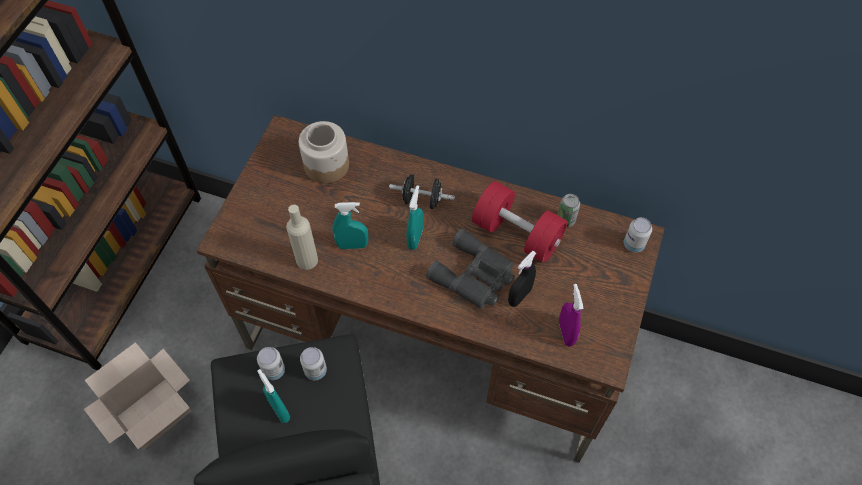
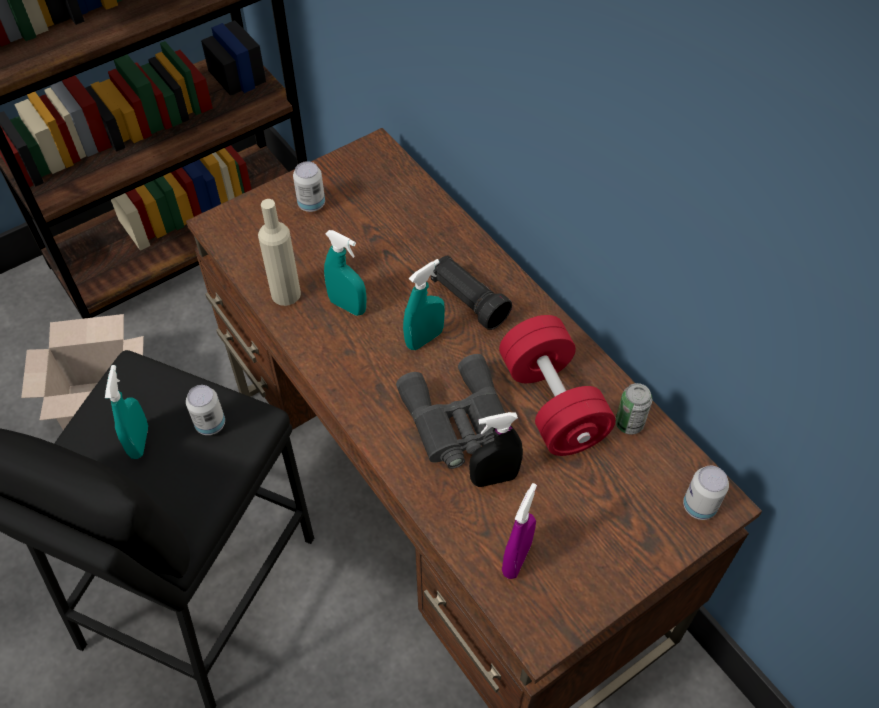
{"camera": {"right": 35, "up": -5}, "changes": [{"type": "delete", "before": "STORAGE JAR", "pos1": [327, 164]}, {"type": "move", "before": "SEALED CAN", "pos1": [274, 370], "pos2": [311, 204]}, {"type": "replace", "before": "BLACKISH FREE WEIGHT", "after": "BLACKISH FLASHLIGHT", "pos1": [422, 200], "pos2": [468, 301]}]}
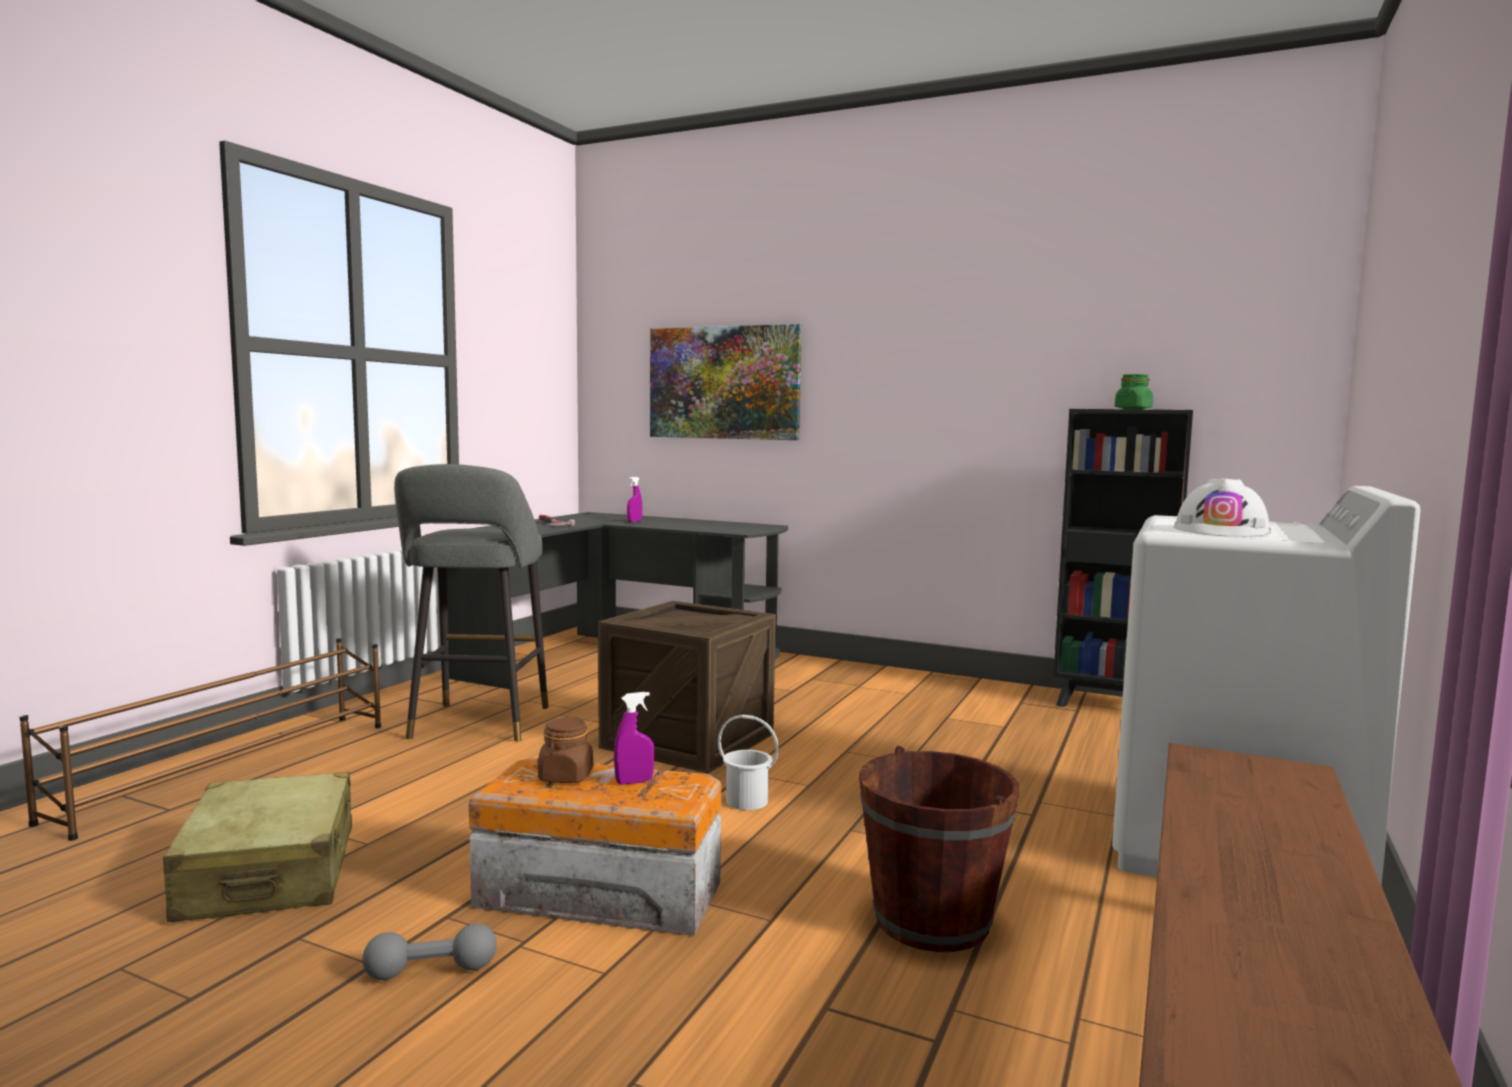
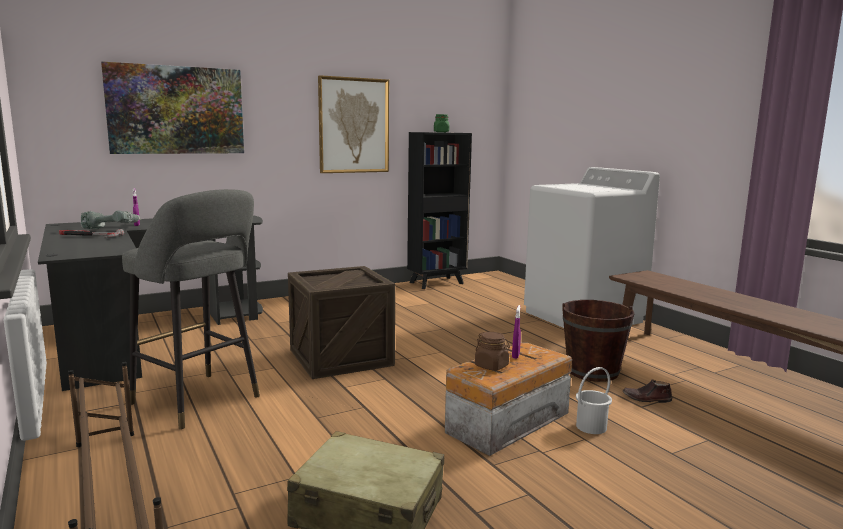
{"camera": {"right": -55, "up": 5}, "changes": [{"type": "delete", "before": "GREYISH FREE WEIGHT", "pos1": [431, 971]}, {"type": "delete", "before": "WHITE HARD HAT", "pos1": [1221, 531]}, {"type": "insert", "after": "DRILL", "pos2": [112, 230]}, {"type": "insert", "after": "WALL ART", "pos2": [353, 125]}, {"type": "insert", "after": "BROWNISH ITEM OF FOOTWEAR", "pos2": [646, 399]}, {"type": "move", "before": "WHITE BUCKET", "pos1": [746, 801], "pos2": [590, 426]}]}
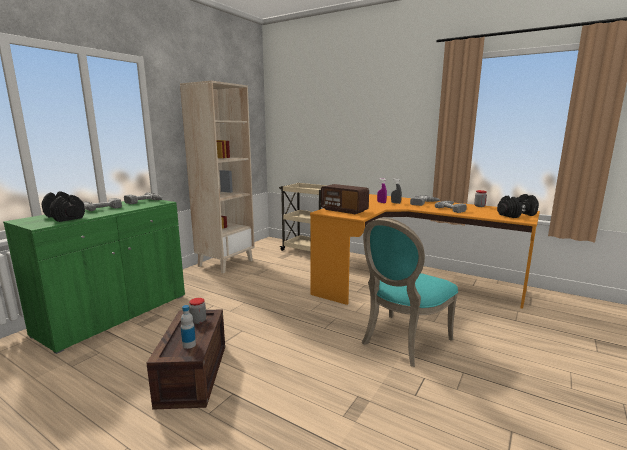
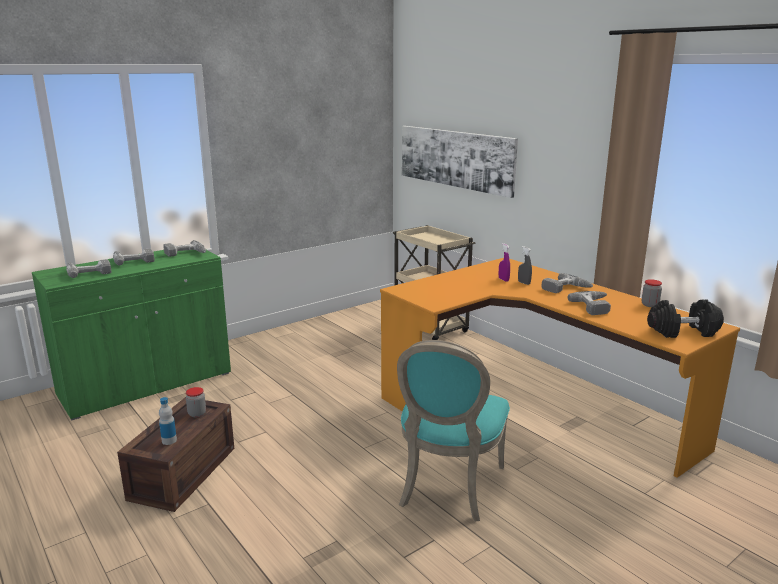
{"camera": {"right": 20, "up": 5}, "changes": [{"type": "delete", "before": "BEIGE BOOKSHELF", "pos1": [225, 263]}, {"type": "delete", "before": "RADIO RECEIVER", "pos1": [344, 210]}, {"type": "insert", "after": "WALL ART", "pos2": [455, 158]}, {"type": "replace", "before": "BLACKISH FREE WEIGHT", "after": "DRILL", "pos1": [65, 217], "pos2": [88, 272]}, {"type": "rotate", "before": "BLUE-GREEN PLAIN CHAIR", "pos1": [402, 341], "pos2": [447, 487], "turn": -45}]}
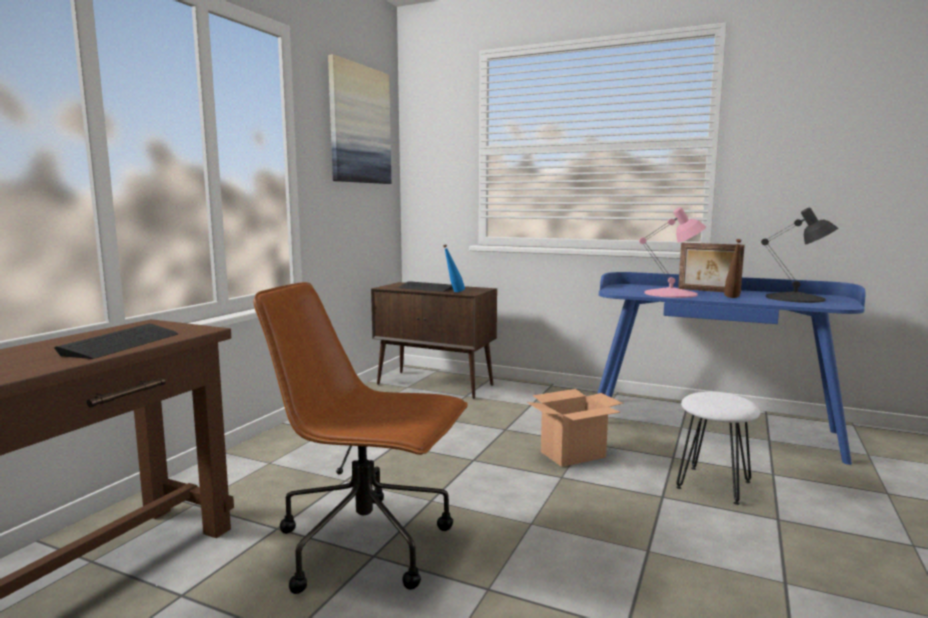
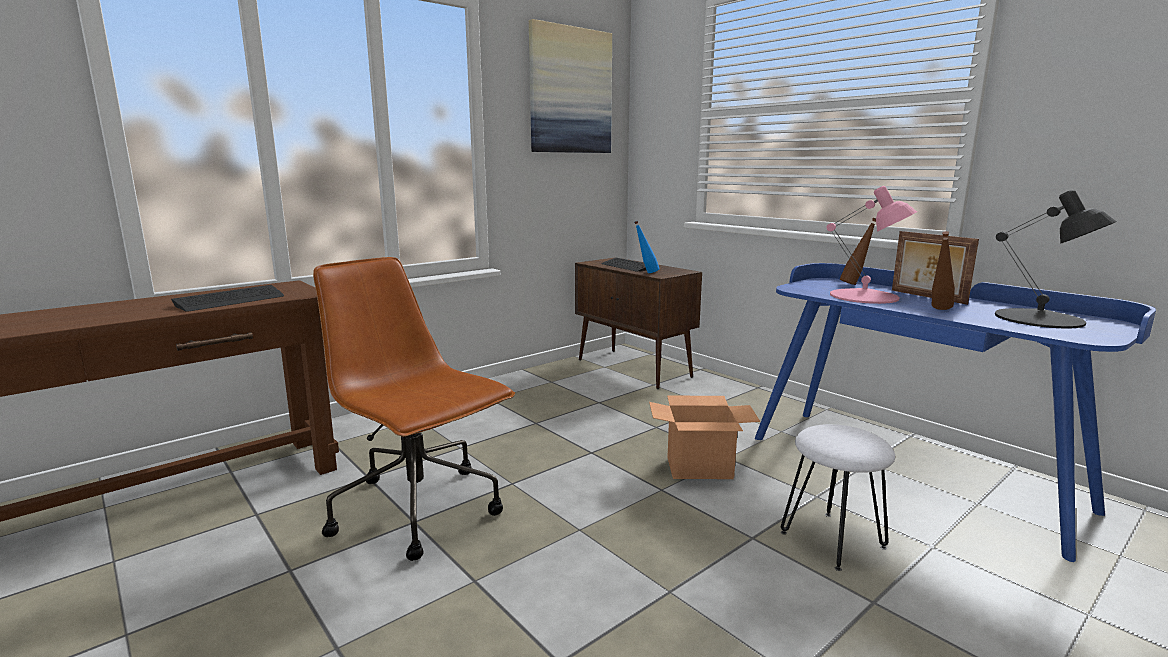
{"camera": {"right": 25, "up": 5}, "changes": [{"type": "insert", "after": "BROWNISH DRINK BOTTLE", "pos2": [855, 284]}]}
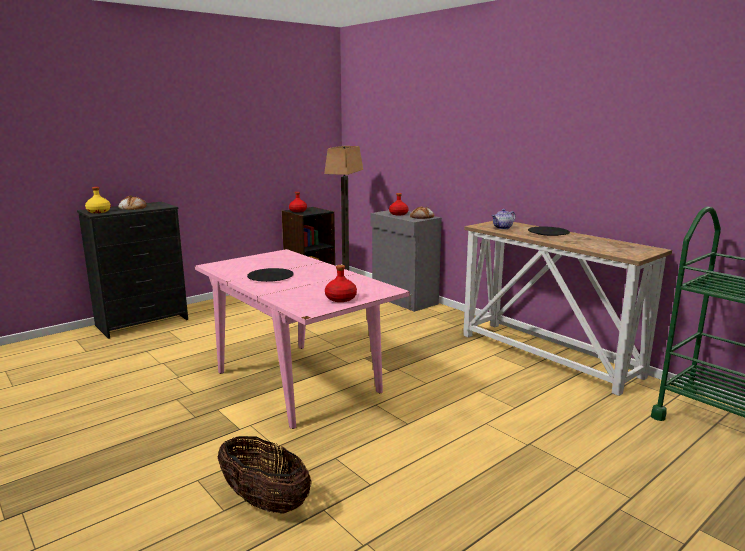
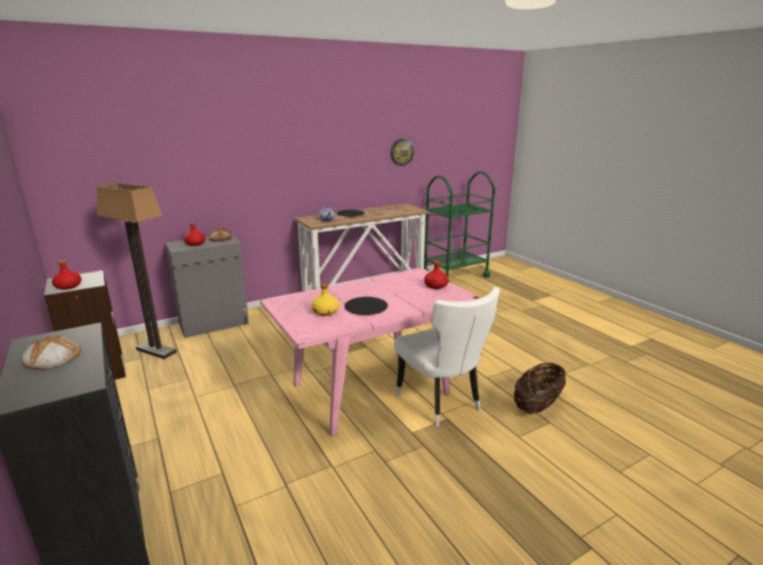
{"camera": {"right": -80, "up": 5}, "changes": [{"type": "insert", "after": "HANGING CLOCK", "pos2": [401, 152]}, {"type": "insert", "after": "WHITE PLAIN CHAIR", "pos2": [442, 402]}, {"type": "move", "before": "YELLOW-COLOURED DRINK BOTTLE", "pos1": [98, 211], "pos2": [325, 312]}]}
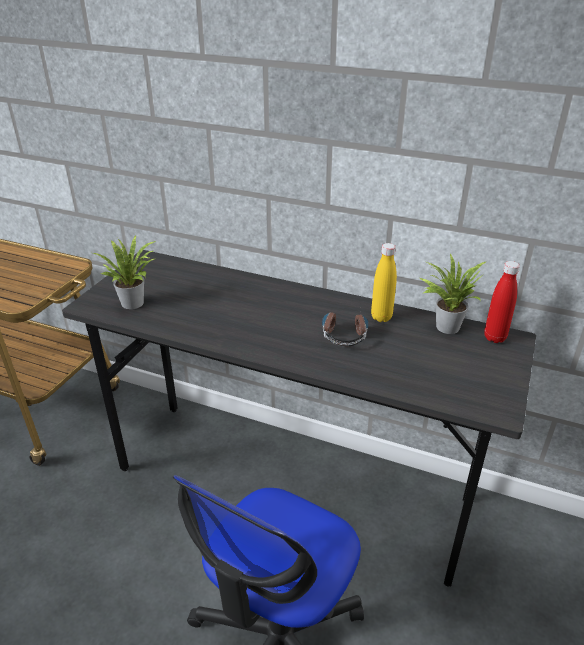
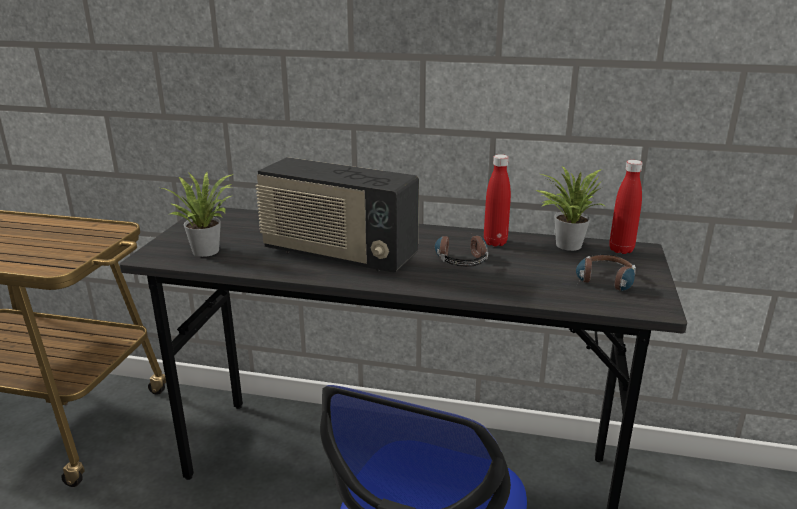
{"camera": {"right": -10, "up": -10}, "changes": [{"type": "insert", "after": "RADIO RECEIVER", "pos2": [338, 255]}, {"type": "insert", "after": "HEADPHONES", "pos2": [603, 283]}, {"type": "recolor", "before": "YELLOW-COLOURED DRINK BOTTLE", "after": "RED-COLOURED DRINK BOTTLE", "pos1": [381, 317], "pos2": [495, 242]}]}
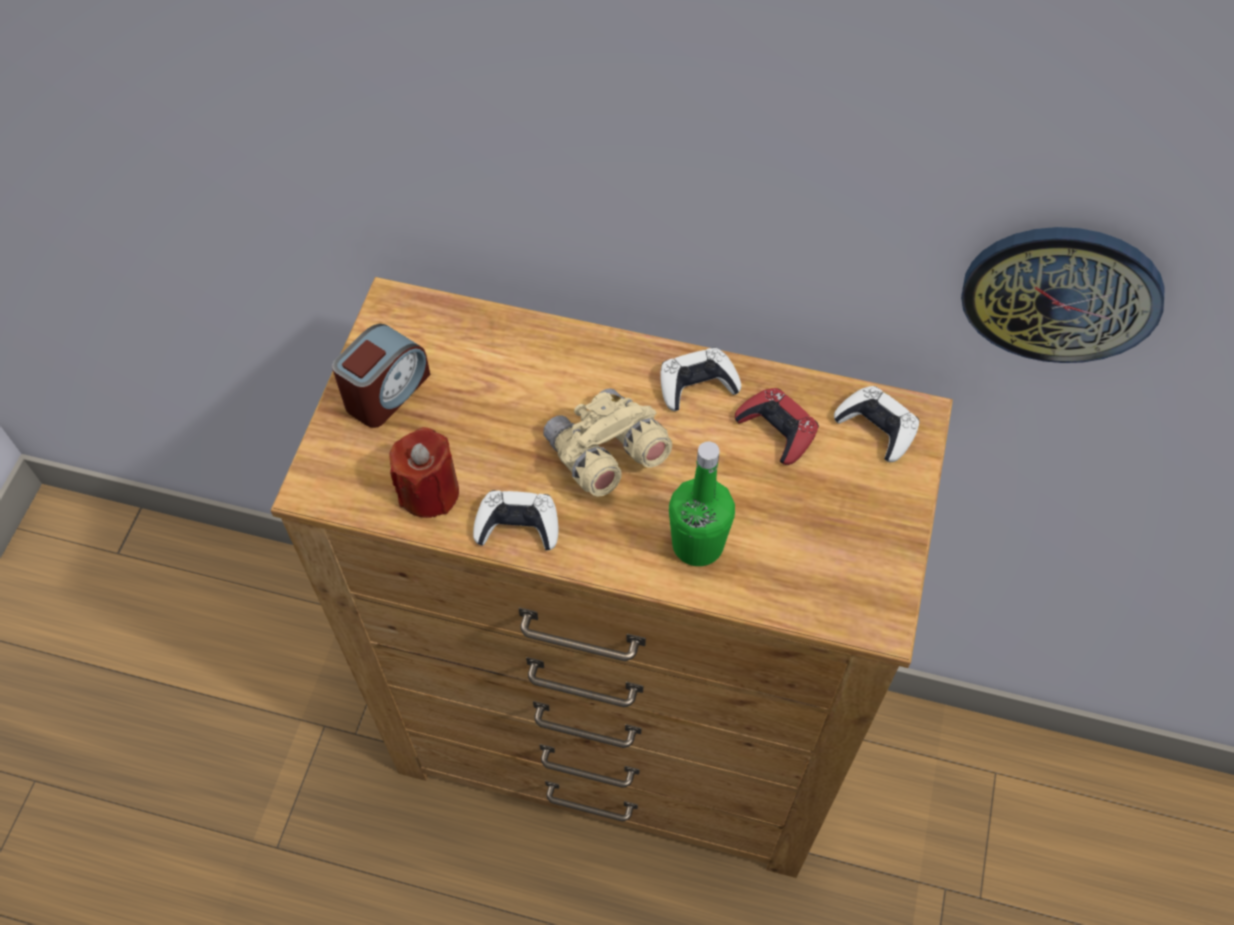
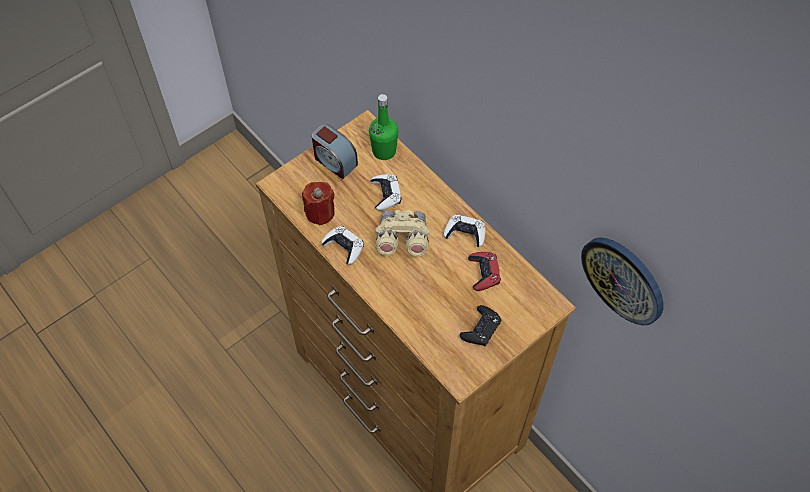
{"camera": {"right": 35, "up": 0}, "changes": [{"type": "insert", "after": "BLACKISH GAME CONTROLLER", "pos2": [480, 328]}, {"type": "move", "before": "GREEN DRINK BOTTLE", "pos1": [697, 544], "pos2": [384, 151]}, {"type": "move", "before": "WHITE GAME CONTROLLER", "pos1": [877, 427], "pos2": [386, 194]}, {"type": "rotate", "before": "TABLE CLOCK", "pos1": [386, 392], "pos2": [334, 161], "turn": 60}]}
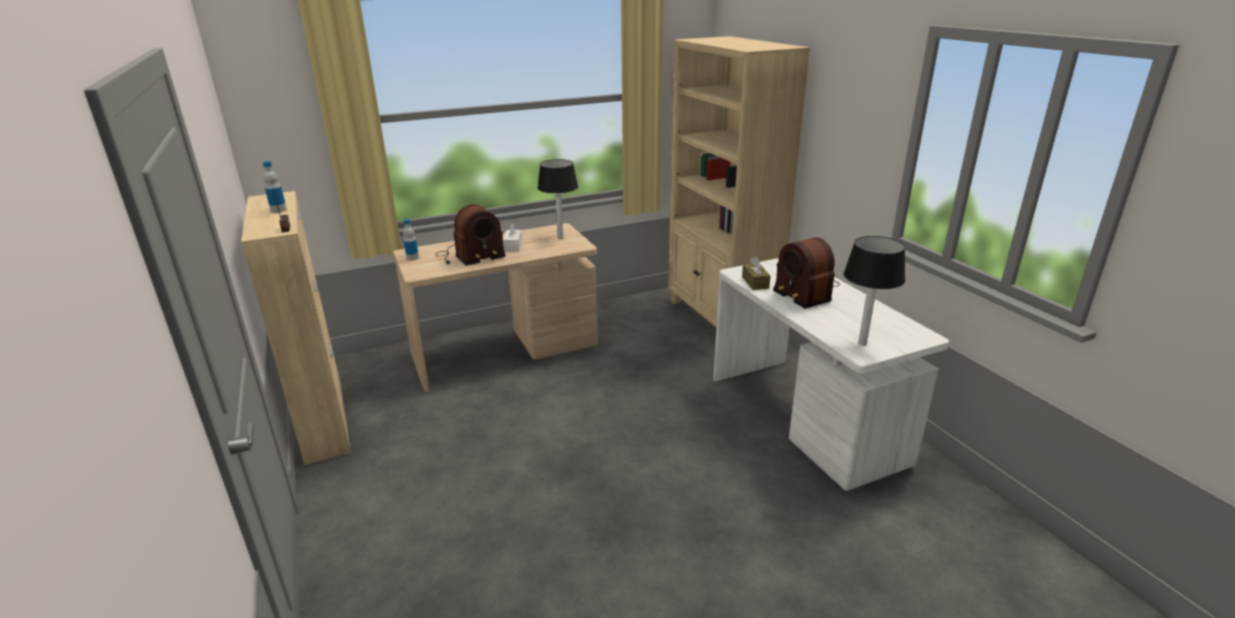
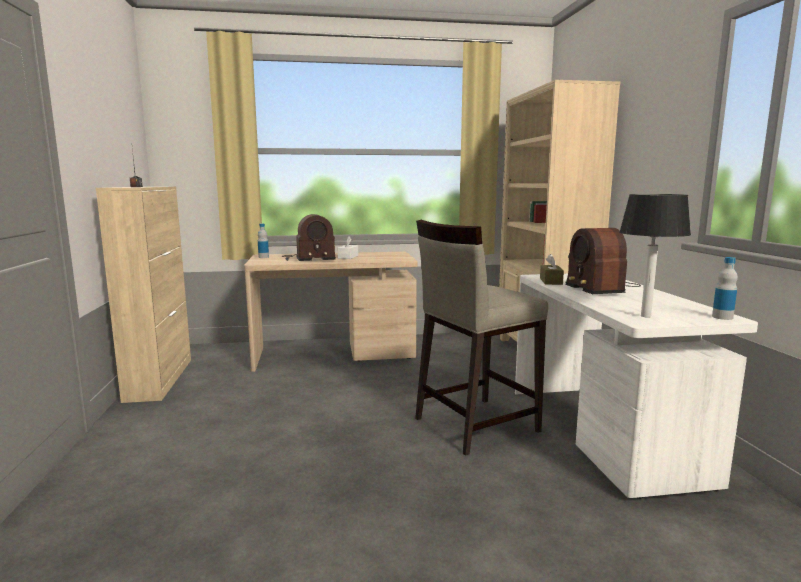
{"camera": {"right": 15, "up": -15}, "changes": [{"type": "delete", "before": "LAMP FOR A TABLE", "pos1": [560, 238]}, {"type": "insert", "after": "BEIGE STOOL SEAT", "pos2": [474, 424]}, {"type": "move", "before": "DRINK BOTTLE", "pos1": [278, 210], "pos2": [722, 317]}]}
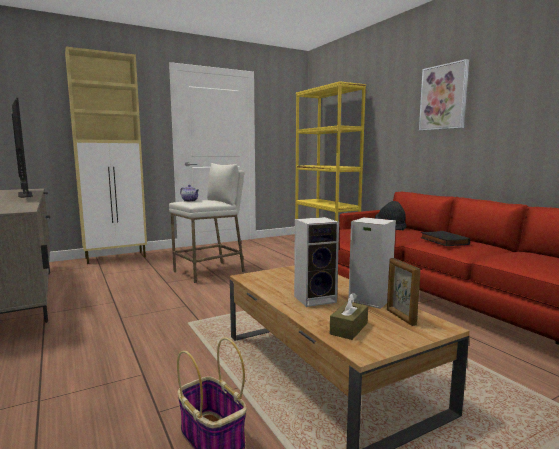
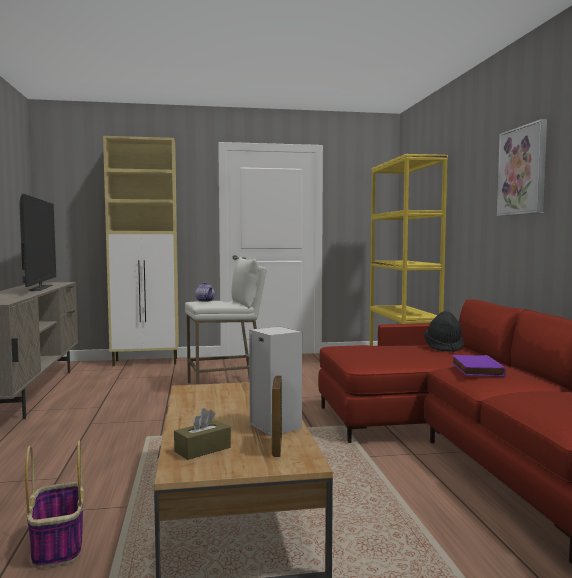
{"camera": {"right": 20, "up": -5}, "changes": [{"type": "delete", "before": "AUDIO SPEAKER", "pos1": [316, 299]}, {"type": "recolor", "before": "BLACKISH BOOK", "after": "PURPLISH BOOK", "pos1": [443, 241], "pos2": [475, 369]}]}
